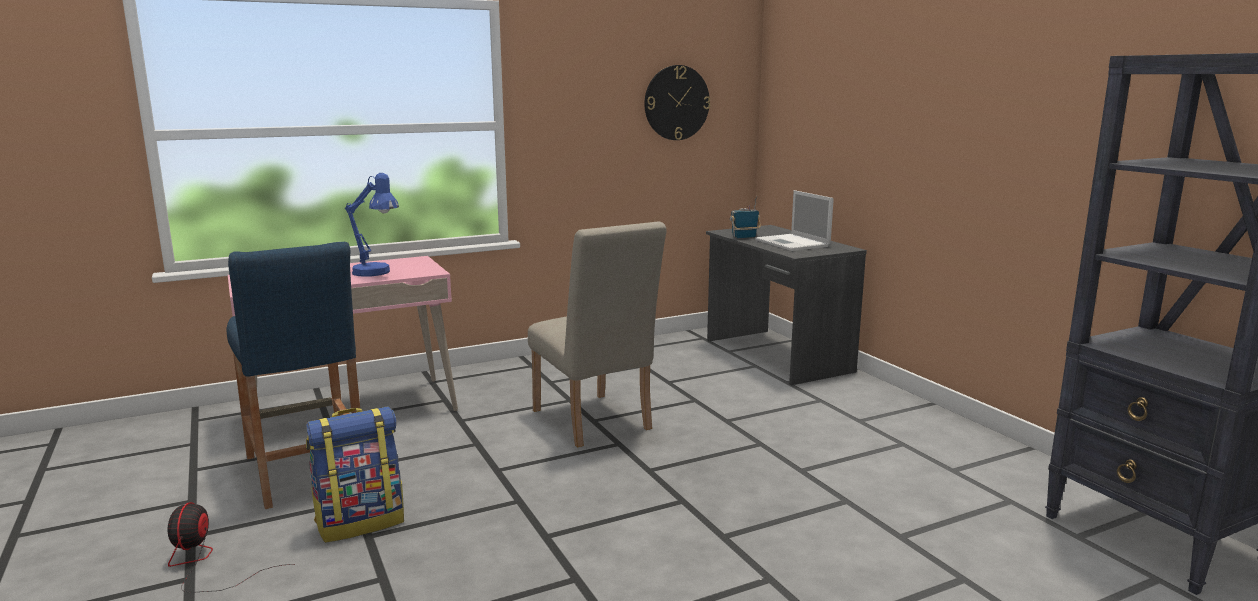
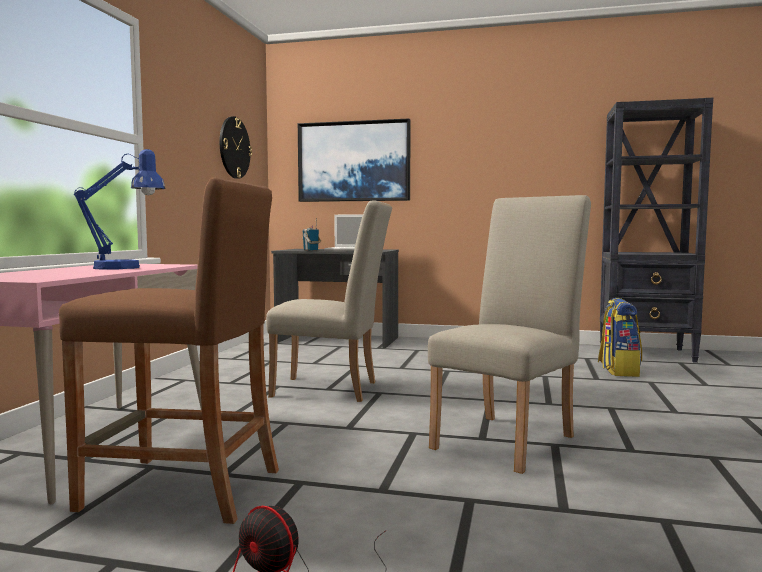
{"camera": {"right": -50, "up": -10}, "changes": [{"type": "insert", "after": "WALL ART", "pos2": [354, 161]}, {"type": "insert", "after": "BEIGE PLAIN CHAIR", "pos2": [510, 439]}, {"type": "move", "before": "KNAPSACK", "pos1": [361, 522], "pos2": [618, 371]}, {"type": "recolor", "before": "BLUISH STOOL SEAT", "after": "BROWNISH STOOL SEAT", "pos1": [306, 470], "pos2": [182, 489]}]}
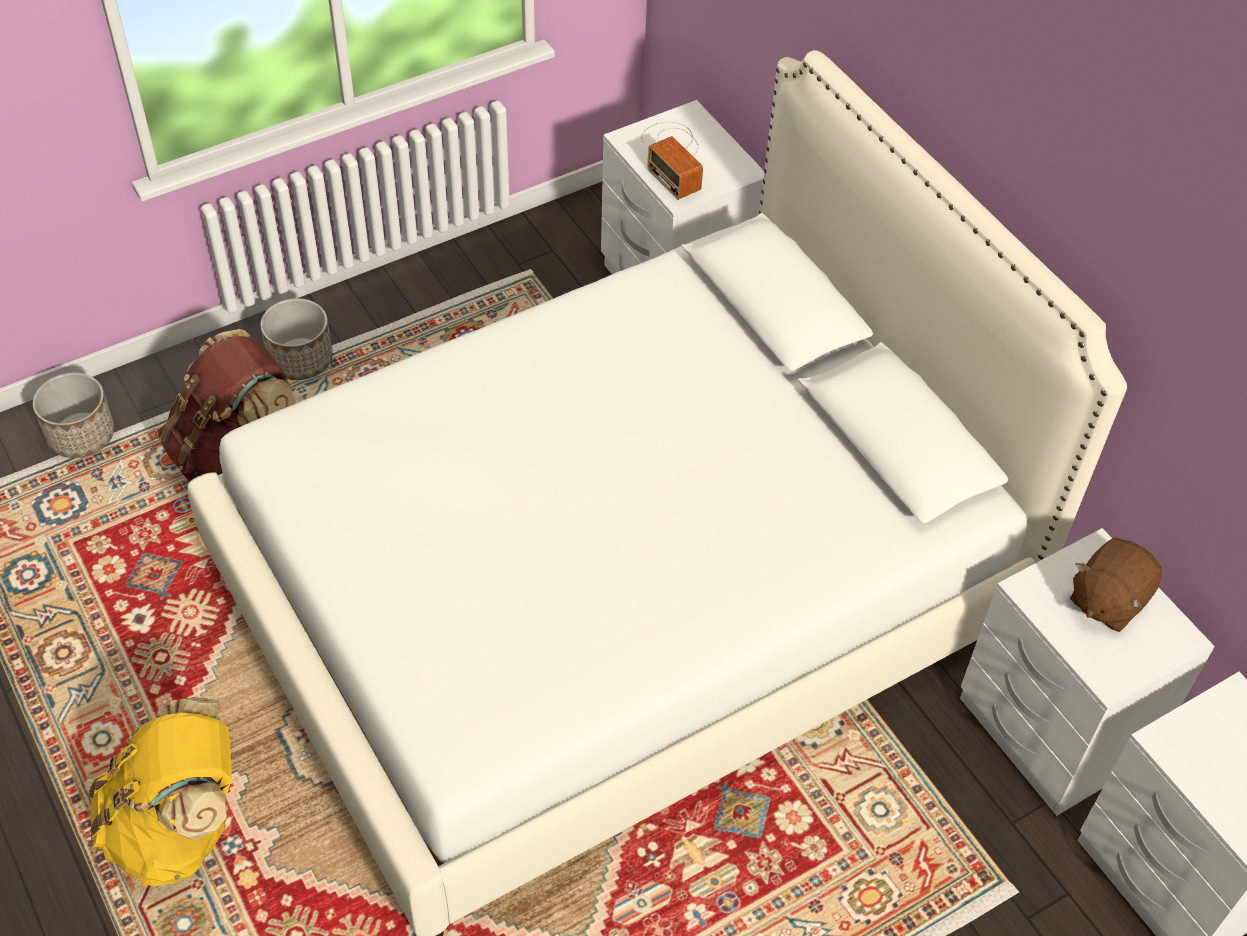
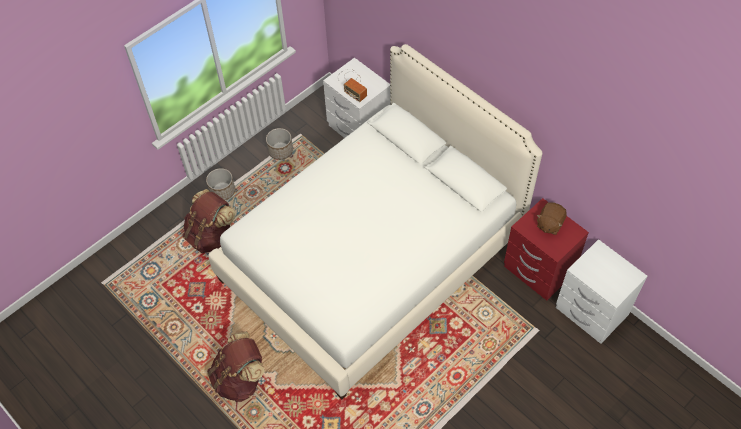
{"camera": {"right": -10, "up": 5}, "changes": [{"type": "move", "before": "PLANT POT", "pos1": [80, 435], "pos2": [280, 151]}, {"type": "recolor", "before": "YELLOW-COLOURED KNAPSACK", "after": "BROWNISH KNAPSACK", "pos1": [180, 827], "pos2": [240, 379]}, {"type": "recolor", "before": "WHITE NIGHT TABLE", "after": "RED-COLOURED NIGHT TABLE", "pos1": [1050, 731], "pos2": [538, 270]}]}
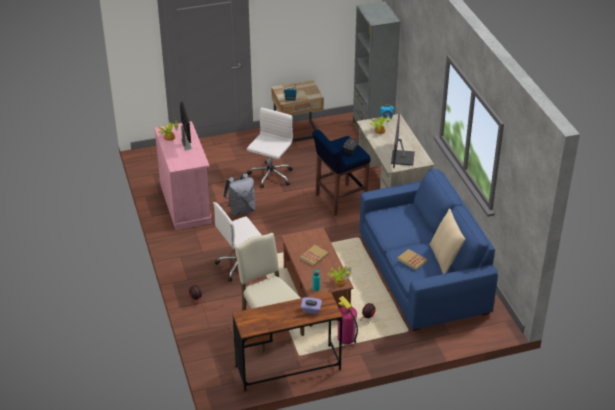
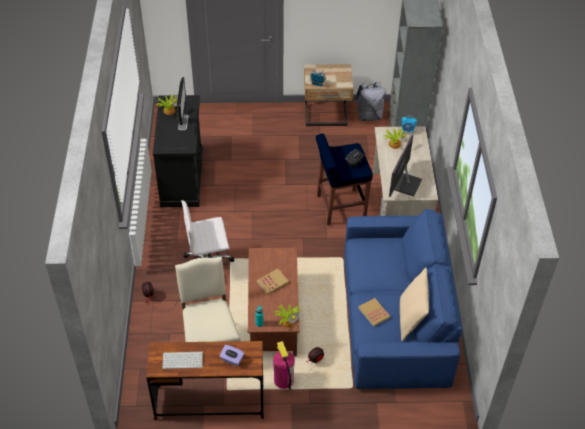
{"camera": {"right": 15, "up": 10}, "changes": [{"type": "delete", "before": "WHITE COMPUTER CHAIR", "pos1": [270, 176]}, {"type": "insert", "after": "COMPUTER KEYBOARD", "pos2": [183, 359]}, {"type": "move", "before": "GREYISH KNAPSACK", "pos1": [241, 210], "pos2": [369, 116]}, {"type": "recolor", "before": "PINKISH CUPBOARD", "after": "BLACKISH CUPBOARD", "pos1": [185, 203], "pos2": [182, 177]}]}
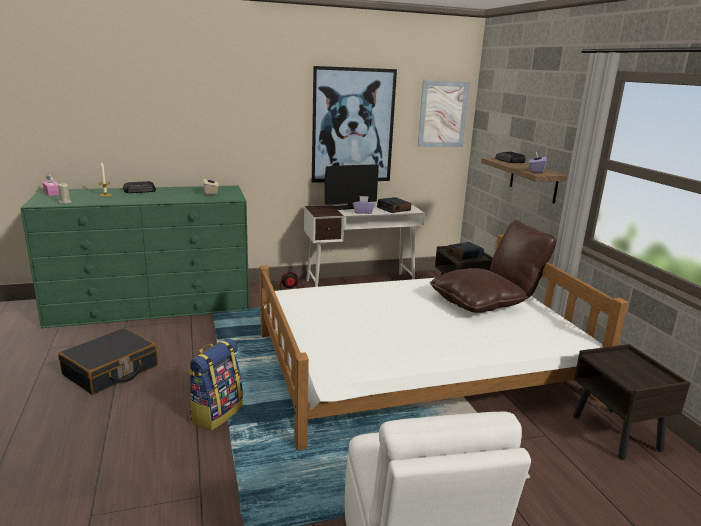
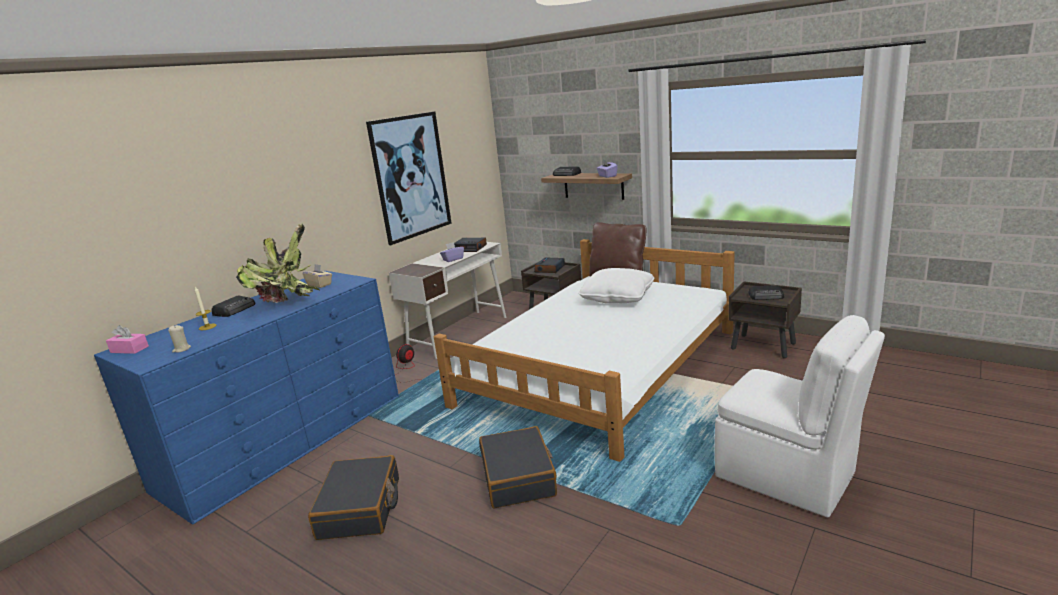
{"camera": {"right": -35, "up": 0}, "changes": [{"type": "delete", "before": "MONITOR", "pos1": [350, 207]}, {"type": "delete", "before": "WALL ART", "pos1": [442, 114]}, {"type": "insert", "after": "PLANT IN A POT", "pos2": [287, 304]}, {"type": "insert", "after": "RADIO RECEIVER", "pos2": [766, 296]}, {"type": "replace", "before": "KNAPSACK", "after": "BLACKISH TRAVEL CASE", "pos1": [216, 413], "pos2": [518, 477]}, {"type": "recolor", "before": "GREEN DRESSER", "after": "BLUISH DRESSER", "pos1": [152, 304], "pos2": [286, 440]}, {"type": "recolor", "before": "BROWNISH CUSHION", "after": "WHITE CUSHION", "pos1": [475, 303], "pos2": [617, 298]}]}
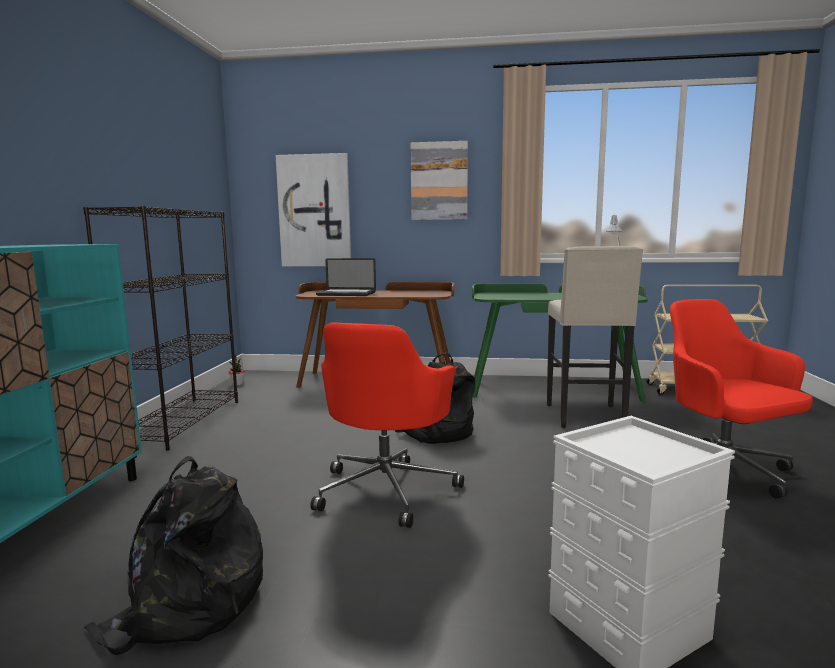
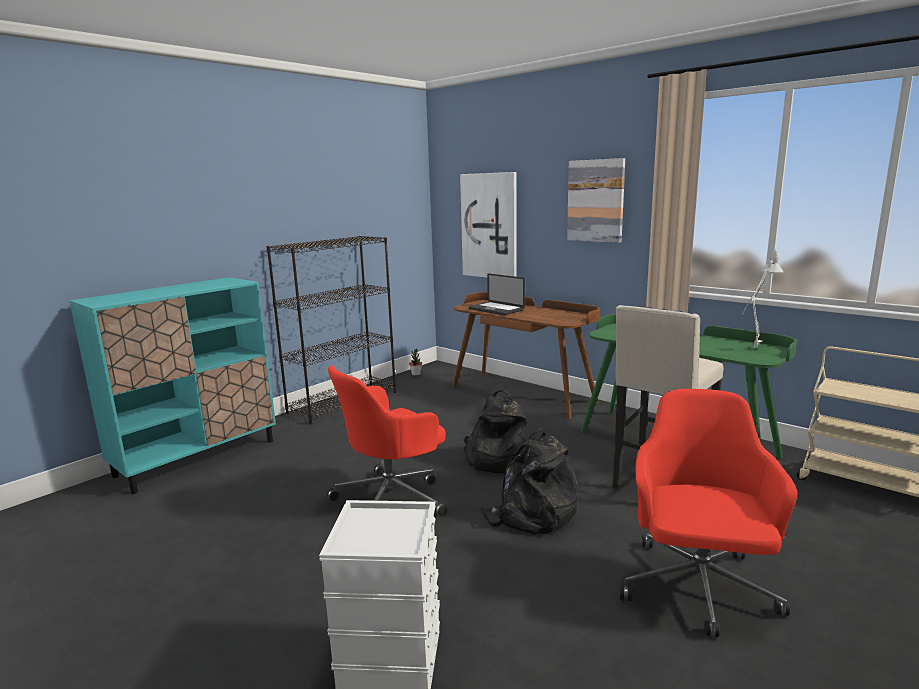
{"camera": {"right": 35, "up": 5}, "changes": [{"type": "move", "before": "BLACKISH KNAPSACK", "pos1": [188, 605], "pos2": [531, 515]}]}
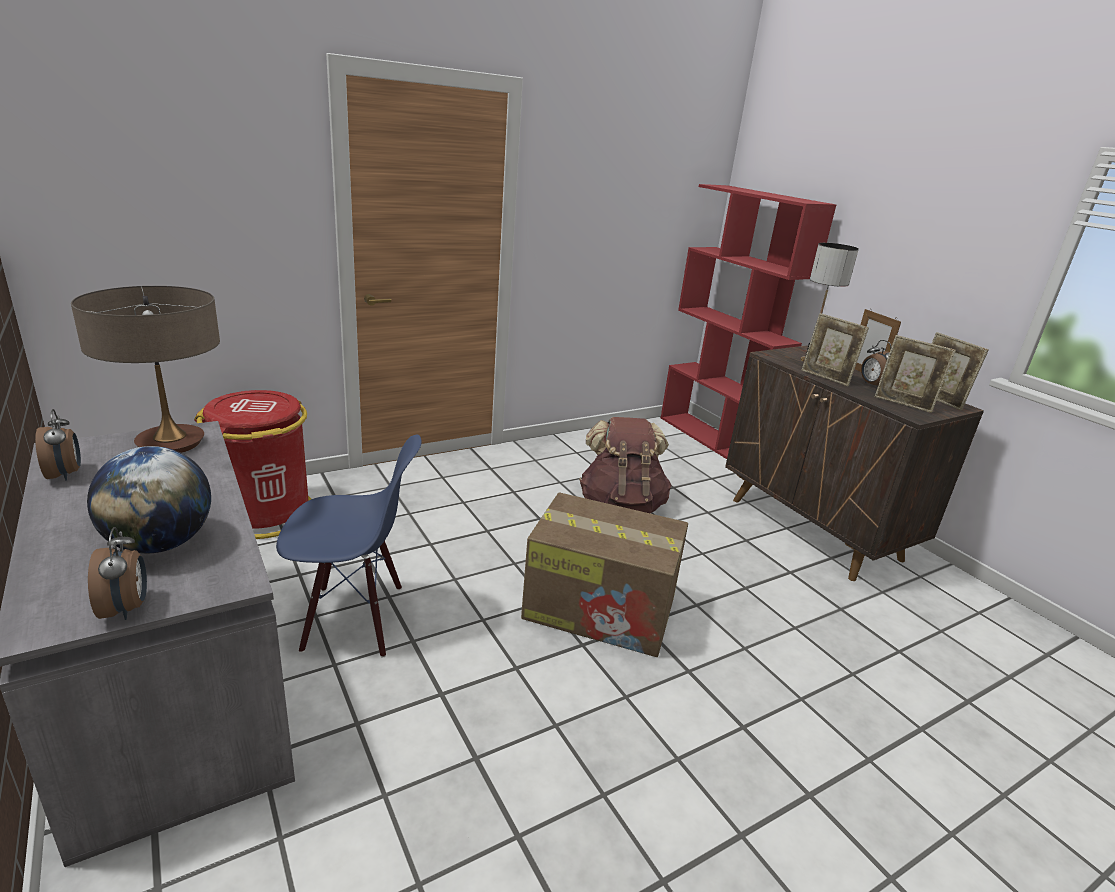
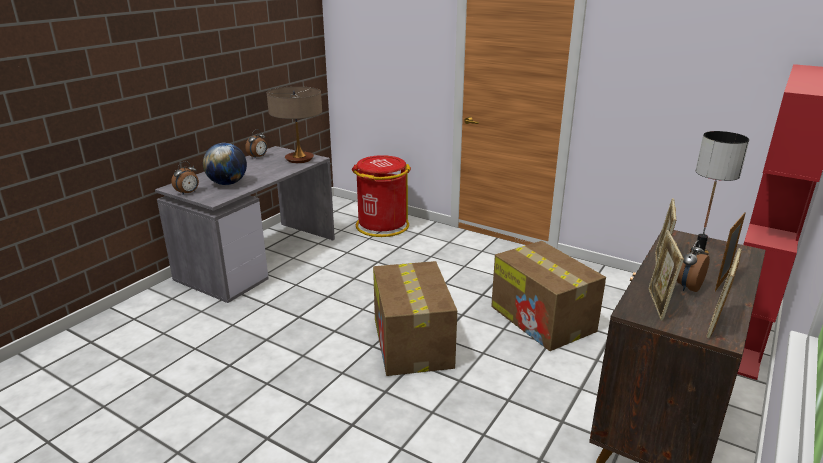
{"camera": {"right": 65, "up": 0}, "changes": [{"type": "delete", "before": "BLUISH PLAIN CHAIR", "pos1": [354, 619]}, {"type": "replace", "before": "BROWNISH KNAPSACK", "after": "CARTON", "pos1": [621, 506], "pos2": [543, 319]}]}
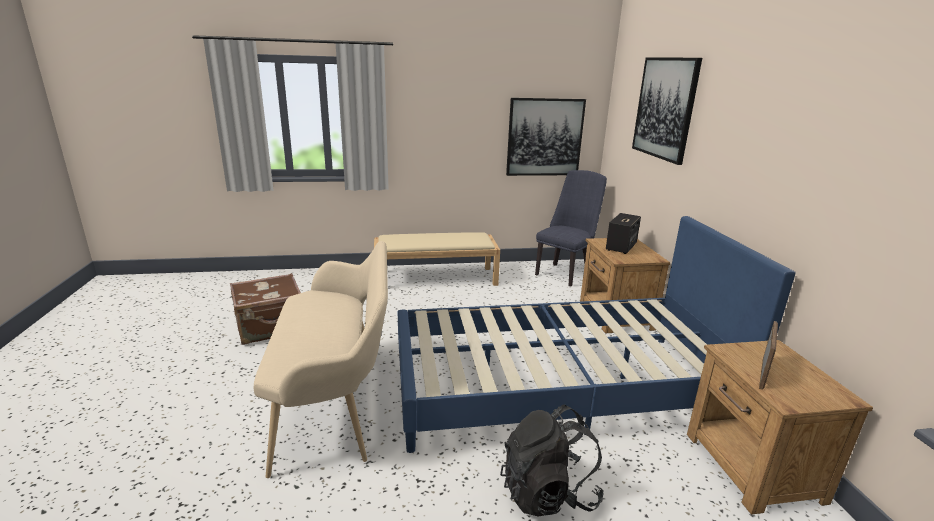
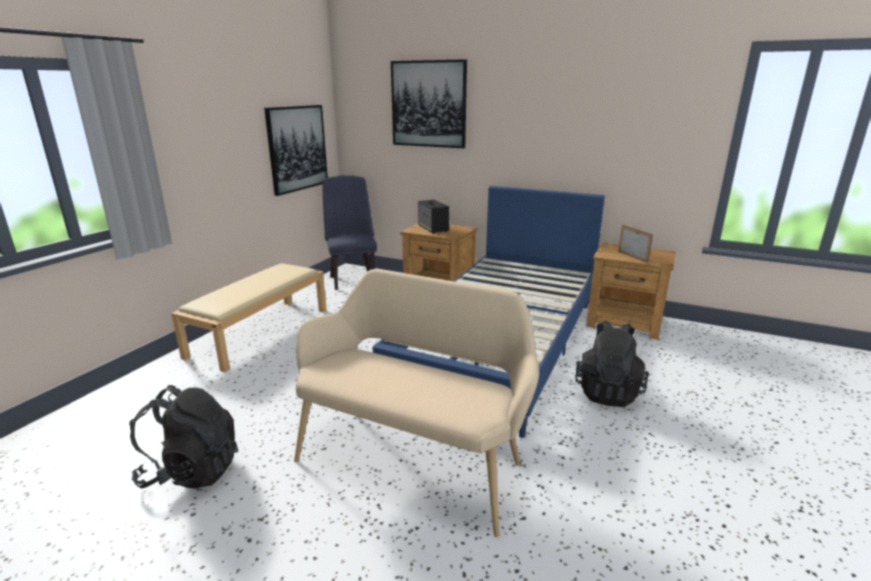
{"camera": {"right": -55, "up": 0}, "changes": [{"type": "replace", "before": "BROWNISH TRAVEL CASE", "after": "BLACKISH KNAPSACK", "pos1": [271, 328], "pos2": [192, 471]}]}
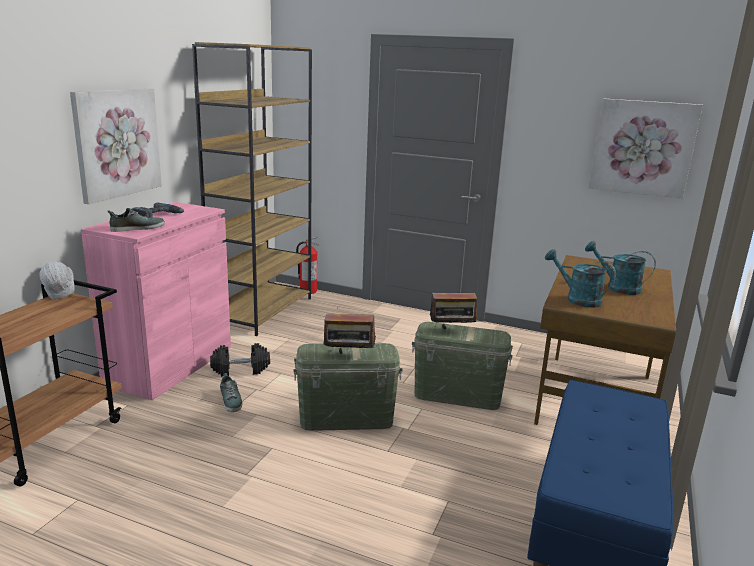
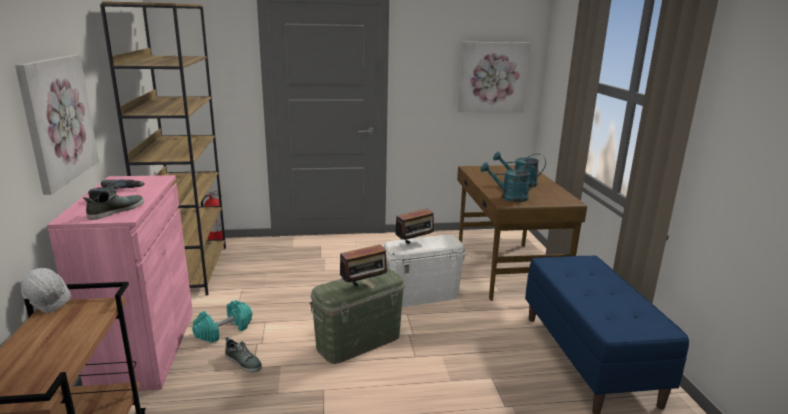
{"camera": {"right": -30, "up": 0}, "changes": [{"type": "recolor", "before": "BLACKISH FREE WEIGHT", "after": "BLUE-GREEN FREE WEIGHT", "pos1": [240, 369], "pos2": [224, 330]}, {"type": "recolor", "before": "GREEN STORAGE CONTAINER", "after": "WHITE STORAGE CONTAINER", "pos1": [457, 395], "pos2": [421, 295]}]}
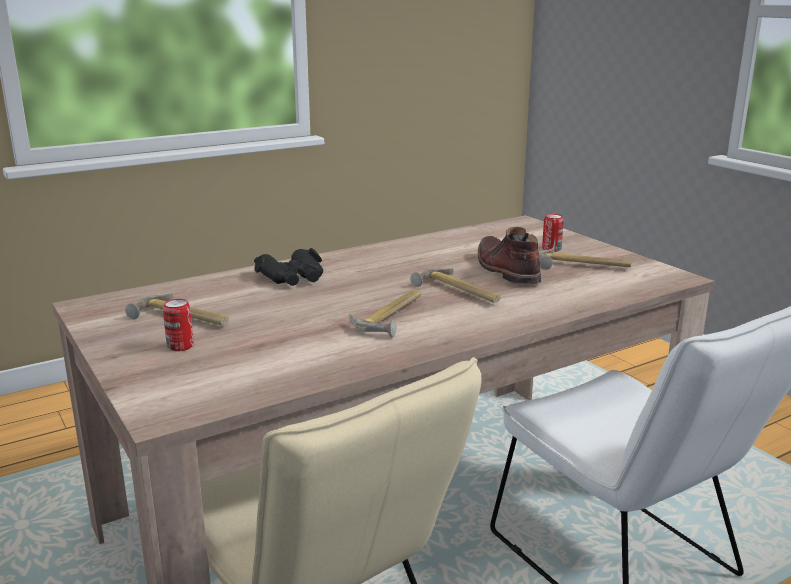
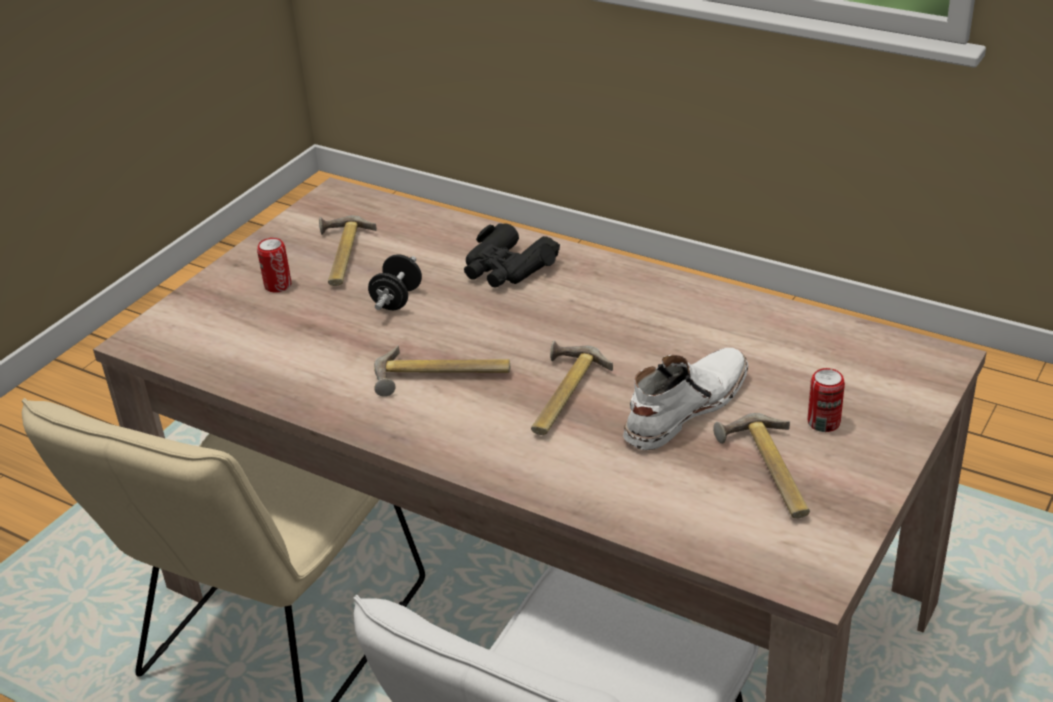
{"camera": {"right": 65, "up": 15}, "changes": [{"type": "insert", "after": "BLACKISH FREE WEIGHT", "pos2": [397, 299]}, {"type": "recolor", "before": "BROWNISH BOOT", "after": "WHITE BOOT", "pos1": [505, 269], "pos2": [684, 407]}]}
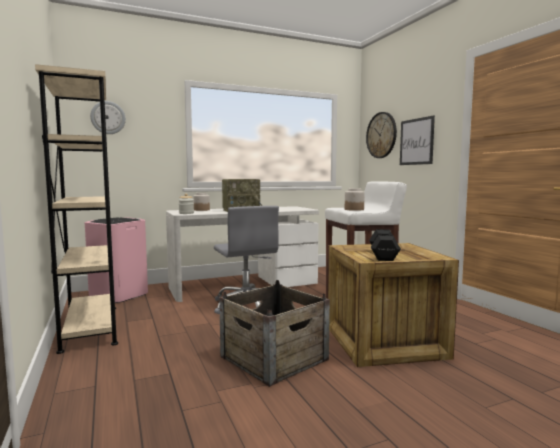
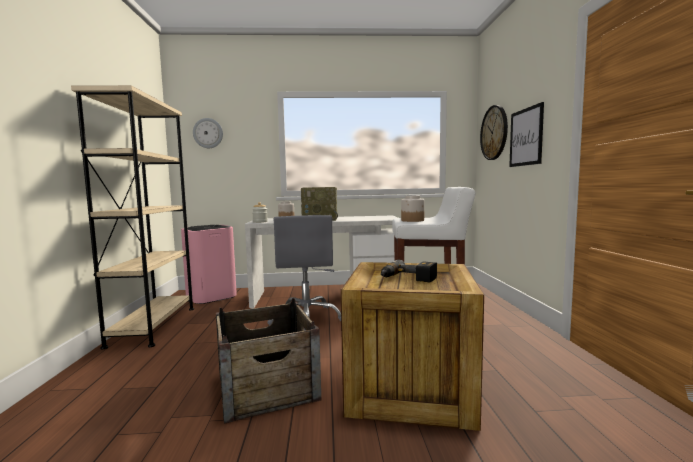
{"camera": {"right": 20, "up": 0}, "changes": [{"type": "replace", "before": "BLACKISH FREE WEIGHT", "after": "DRILL", "pos1": [384, 255], "pos2": [407, 279]}]}
